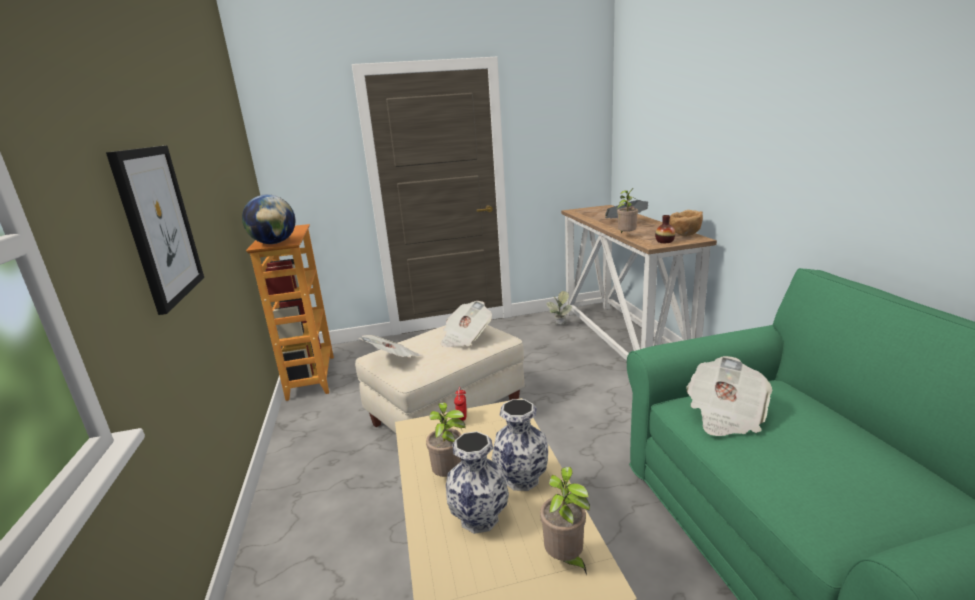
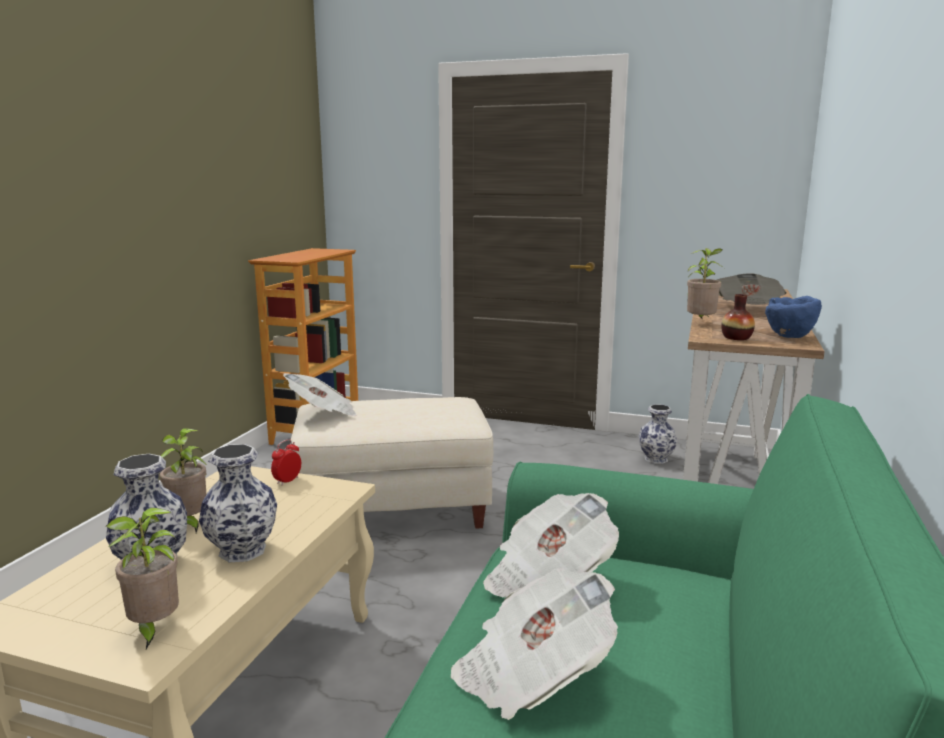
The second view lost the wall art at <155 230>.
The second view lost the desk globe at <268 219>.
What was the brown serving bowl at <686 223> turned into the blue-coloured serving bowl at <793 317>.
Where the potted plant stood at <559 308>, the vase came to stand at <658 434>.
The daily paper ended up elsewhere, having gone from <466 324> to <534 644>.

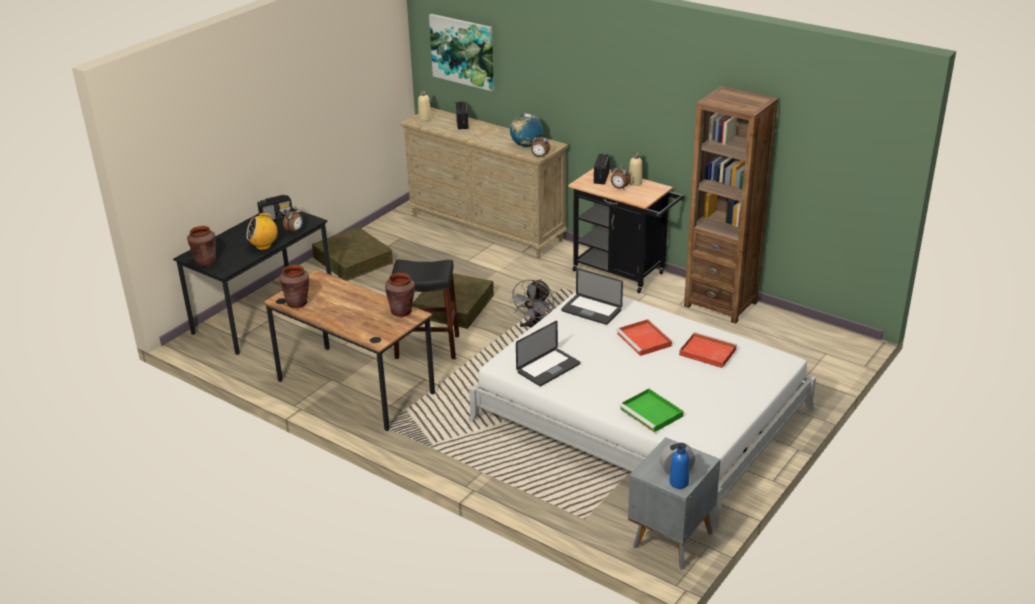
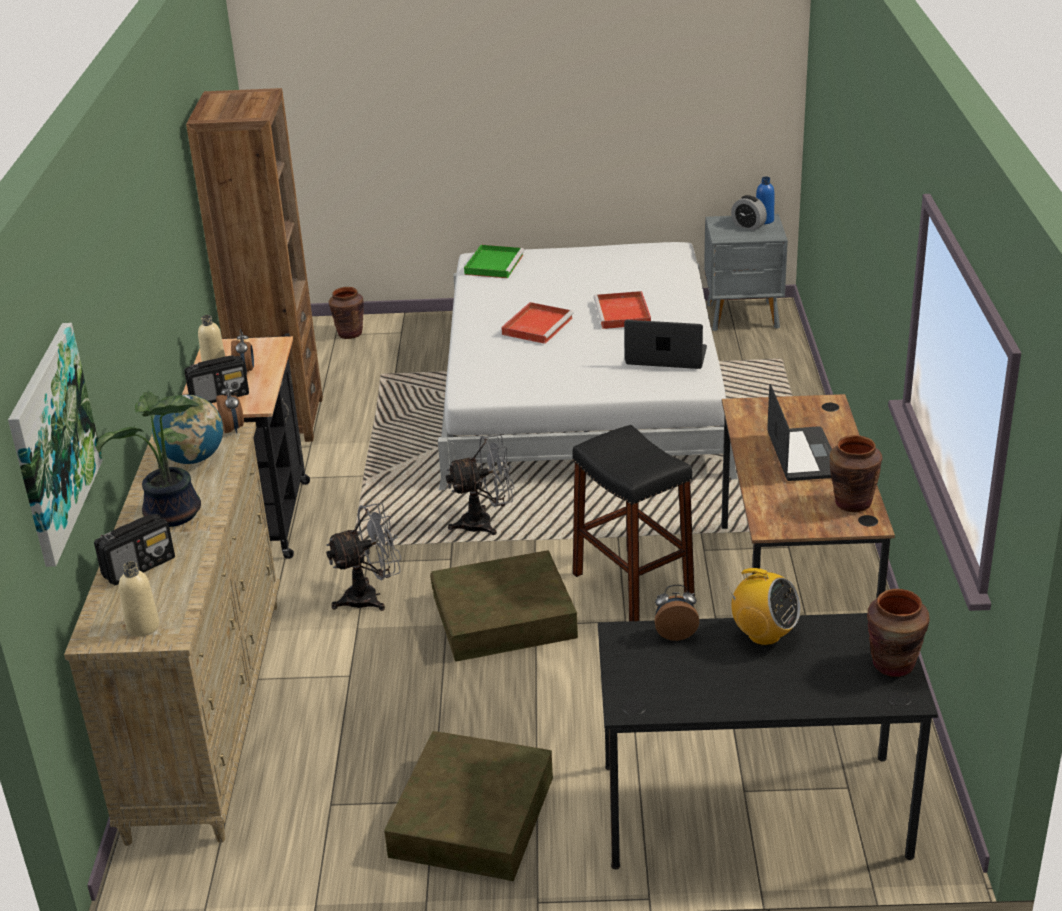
The second view lost the radio at <275 208>.
The notebook computer ended up elsewhere, having gone from <592 296> to <799 432>.
The brown vase ended up elsewhere, having gone from <400 295> to <346 313>.
The red-coloured serving tray ended up elsewhere, having gone from <708 350> to <622 310>.
The greenish serving tray ended up elsewhere, having gone from <651 410> to <494 261>.
The second view gained the potted plant at <148 459>.
The second view gained the gray cooling fan at <364 557>.

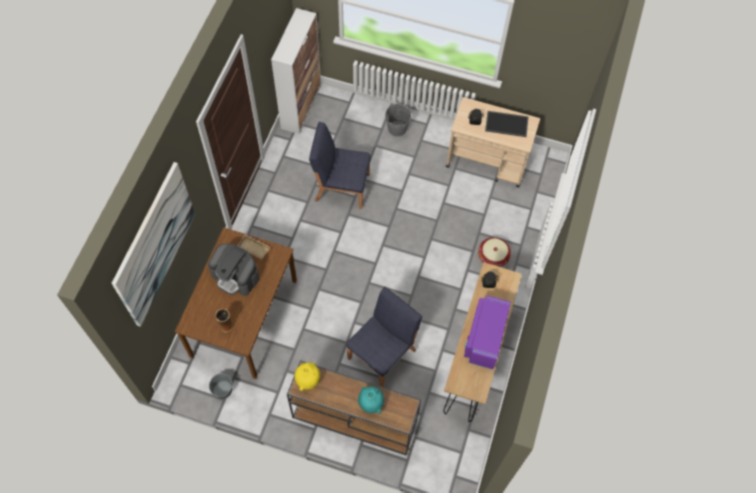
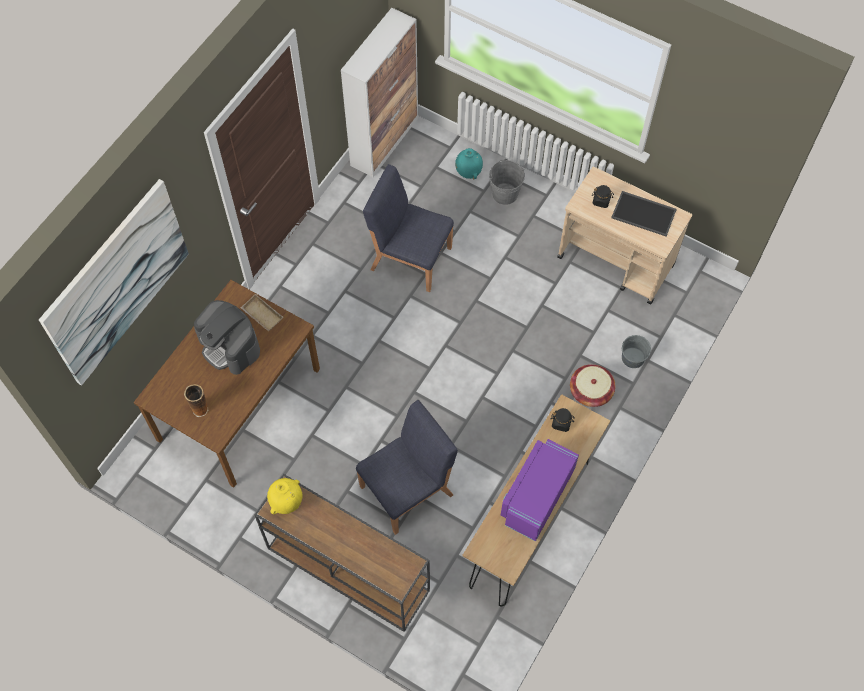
The gray pail ended up elsewhere, having gone from <220 386> to <636 351>.
The turquoise vase ended up elsewhere, having gone from <371 400> to <469 163>.

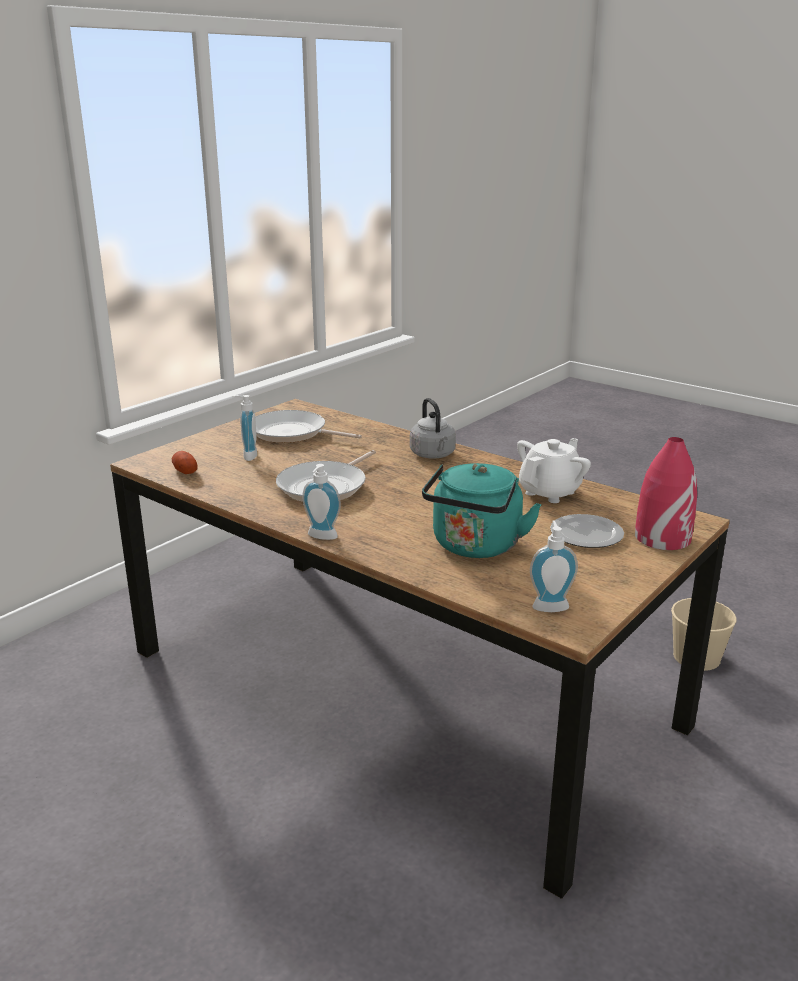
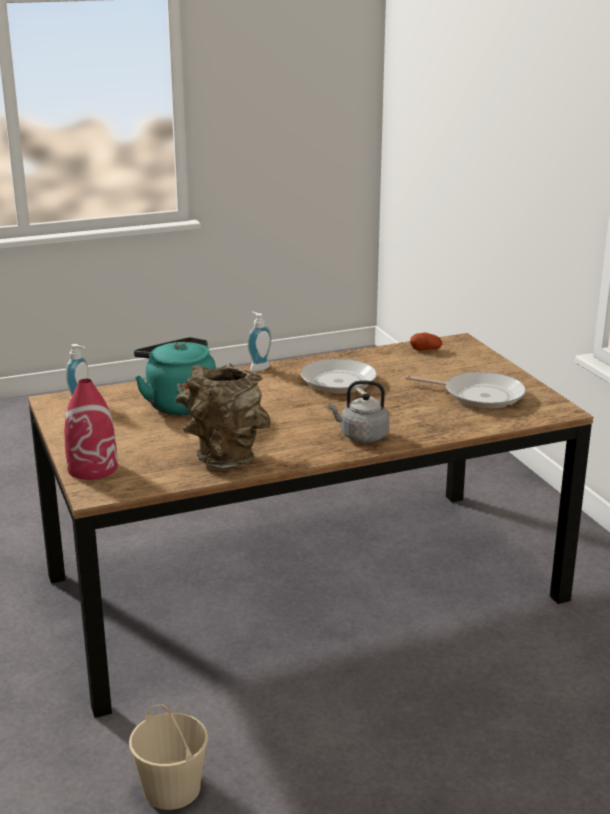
The second view lost the soap dispenser at <245 428>.
The frying pan at <308 426> ended up facing another way, 60 degrees clockwise from before.
Where the white teapot stood at <554 470>, the brown vase came to stand at <222 415>.
The second view lost the plate at <587 531>.

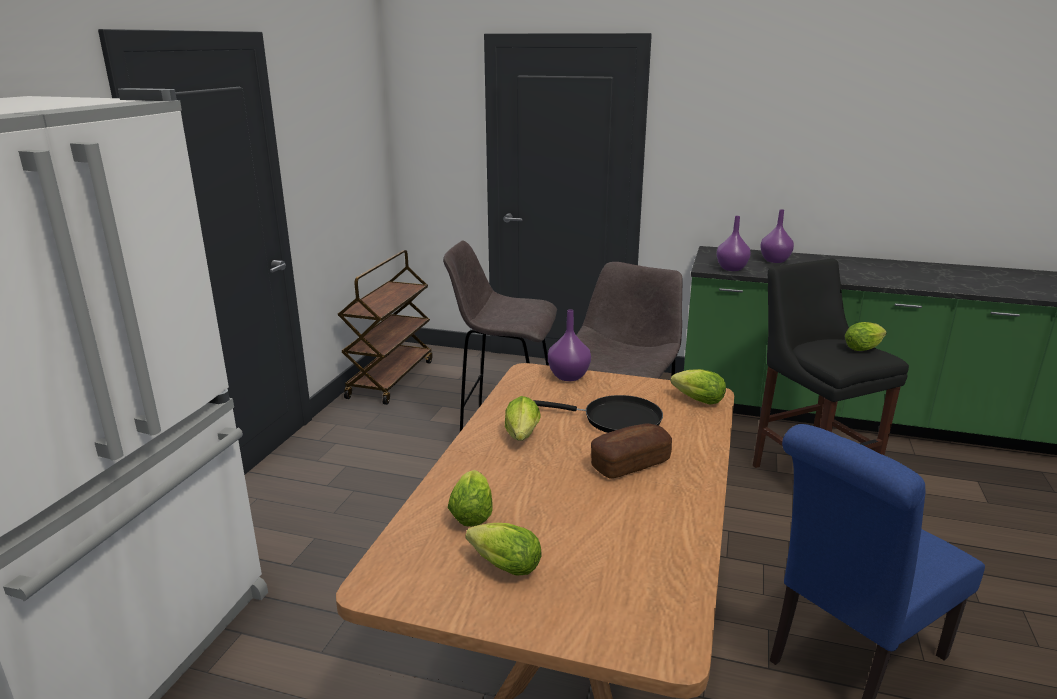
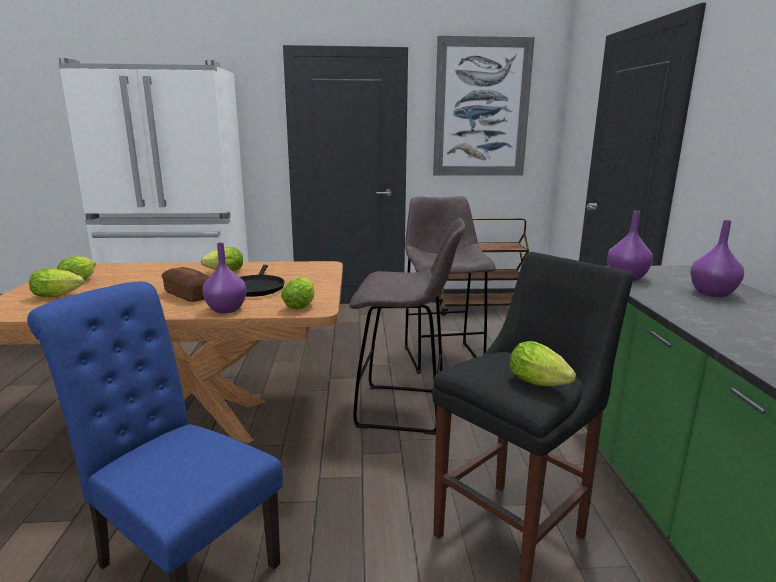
The purple vase ended up elsewhere, having gone from <569 345> to <224 278>.
The lettuce head ended up elsewhere, having gone from <470 498> to <56 282>.
The second view gained the wall art at <484 106>.

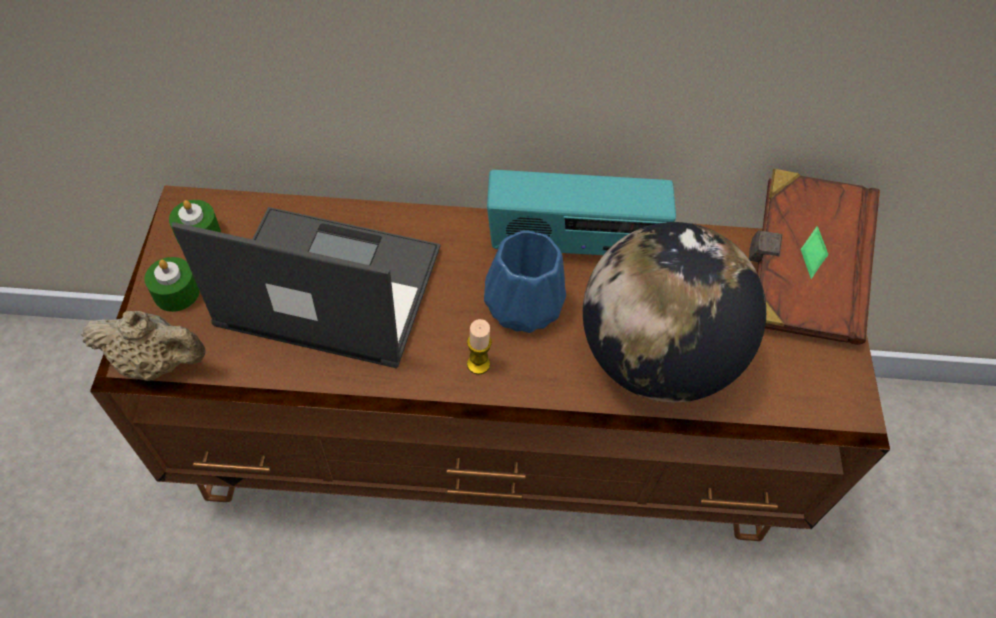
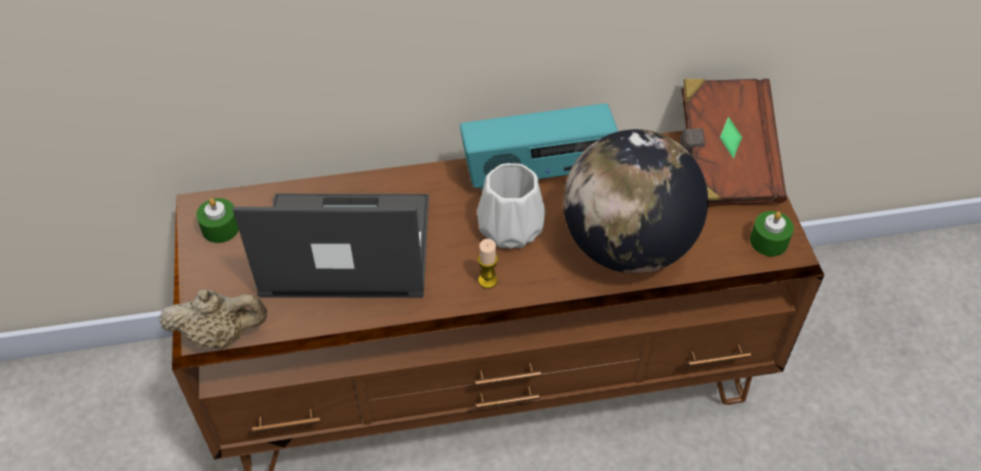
What was the blue-coloured vase at <525 281> turned into the white vase at <511 206>.
The greenish wax candle ended up elsewhere, having gone from <172 284> to <772 233>.

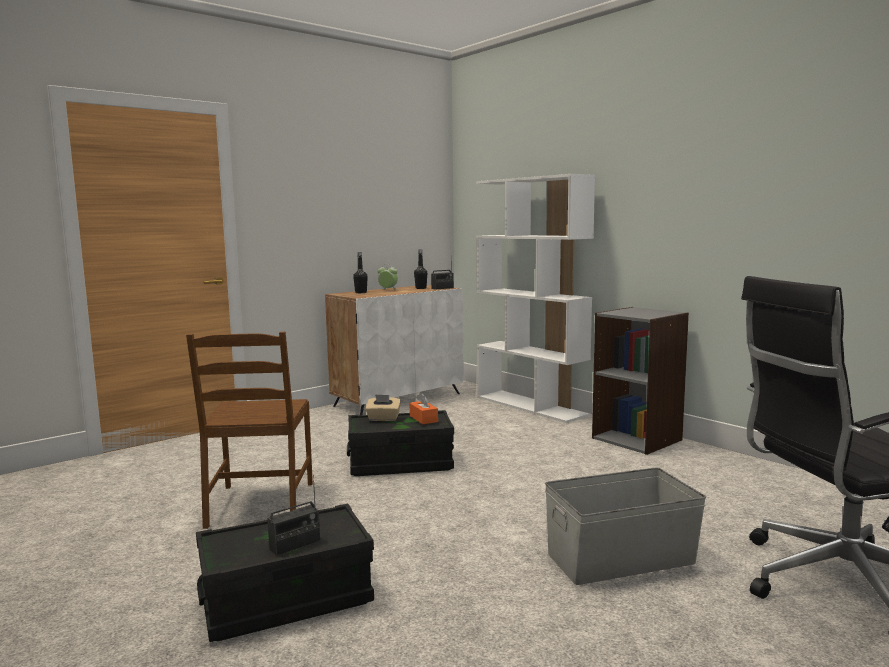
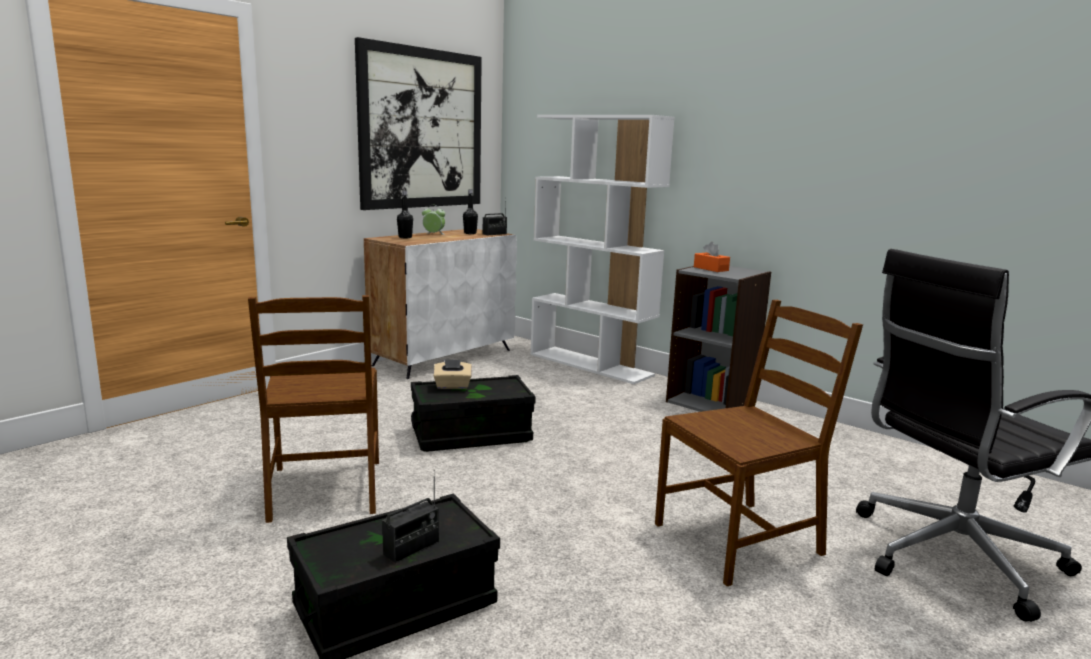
The orange tissue box ended up elsewhere, having gone from <424 408> to <712 257>.
Where the gray storage container stood at <625 526>, the brown chair came to stand at <759 443>.
The second view gained the wall art at <418 123>.

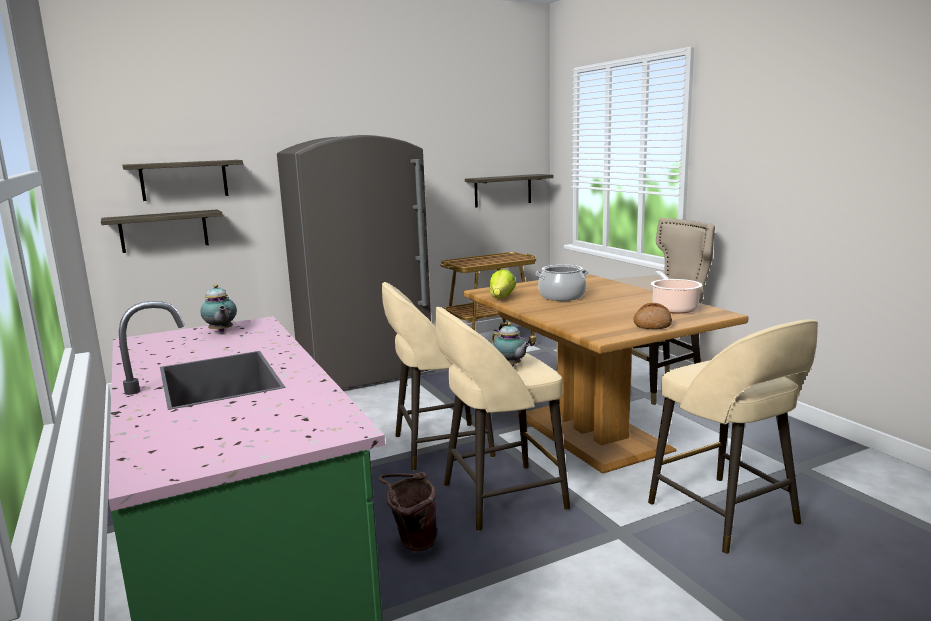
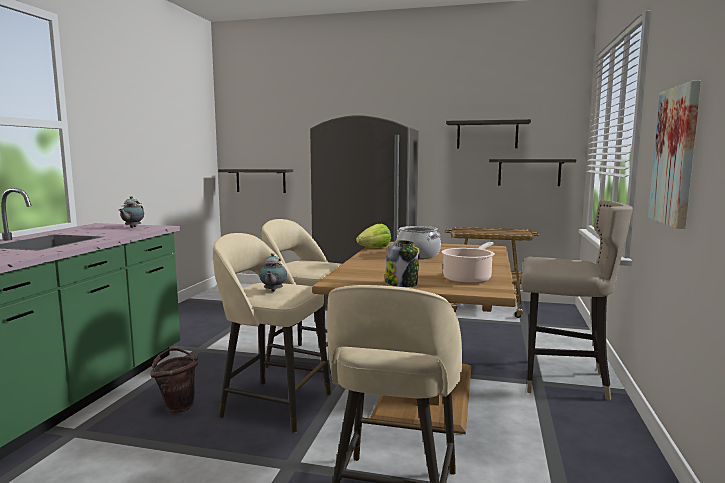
The bracket shelf ended up elsewhere, having gone from <182 180> to <488 134>.
Where the bread stood at <652 316>, the storage jar came to stand at <402 263>.
The second view gained the wall art at <674 155>.

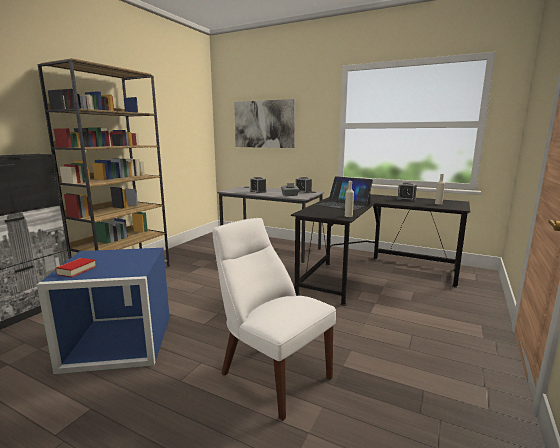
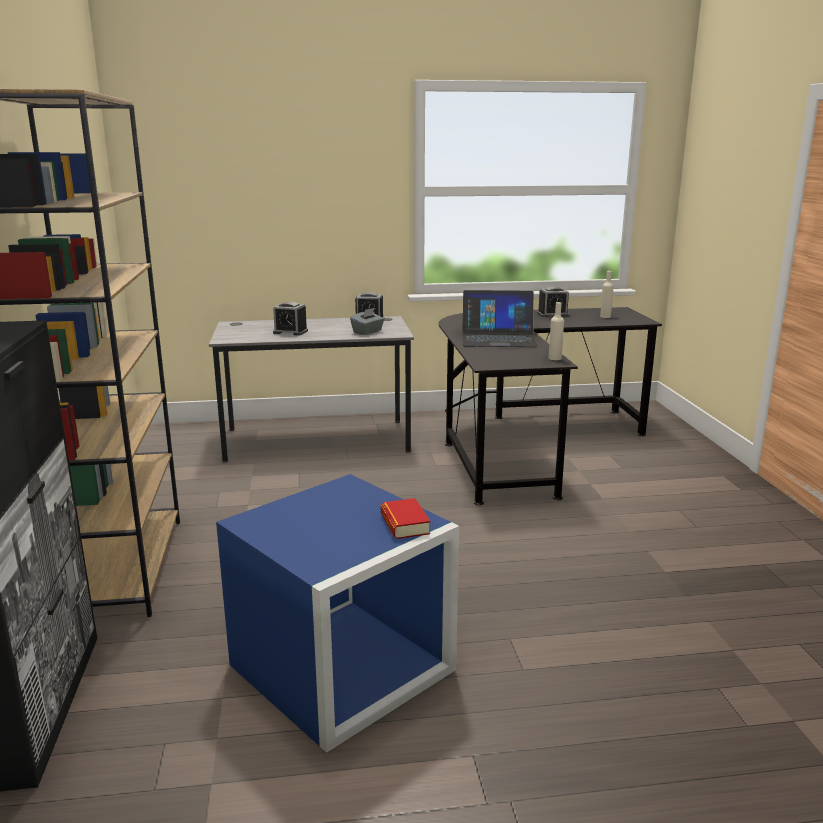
The second view lost the wall art at <264 123>.
The second view lost the white chair at <274 319>.
The volume ended up elsewhere, having gone from <75 267> to <405 518>.

